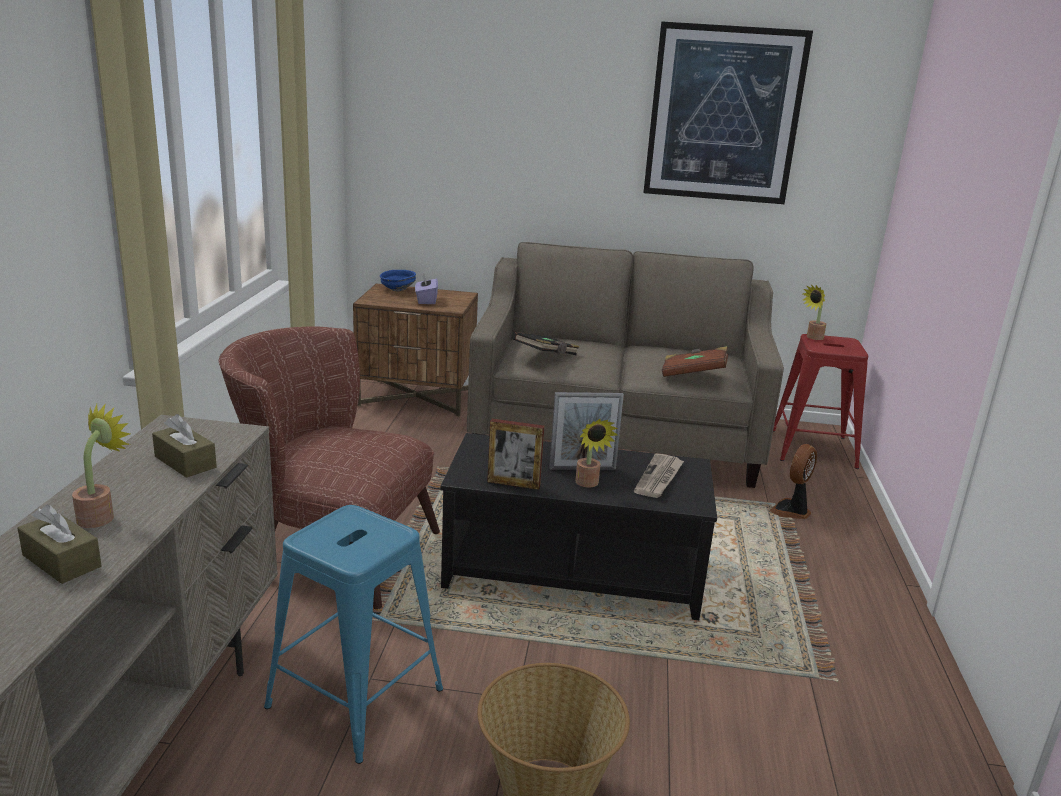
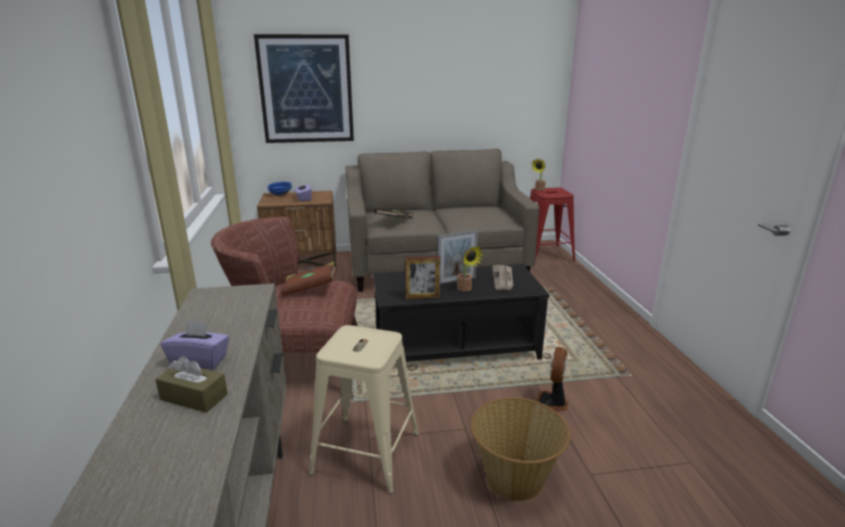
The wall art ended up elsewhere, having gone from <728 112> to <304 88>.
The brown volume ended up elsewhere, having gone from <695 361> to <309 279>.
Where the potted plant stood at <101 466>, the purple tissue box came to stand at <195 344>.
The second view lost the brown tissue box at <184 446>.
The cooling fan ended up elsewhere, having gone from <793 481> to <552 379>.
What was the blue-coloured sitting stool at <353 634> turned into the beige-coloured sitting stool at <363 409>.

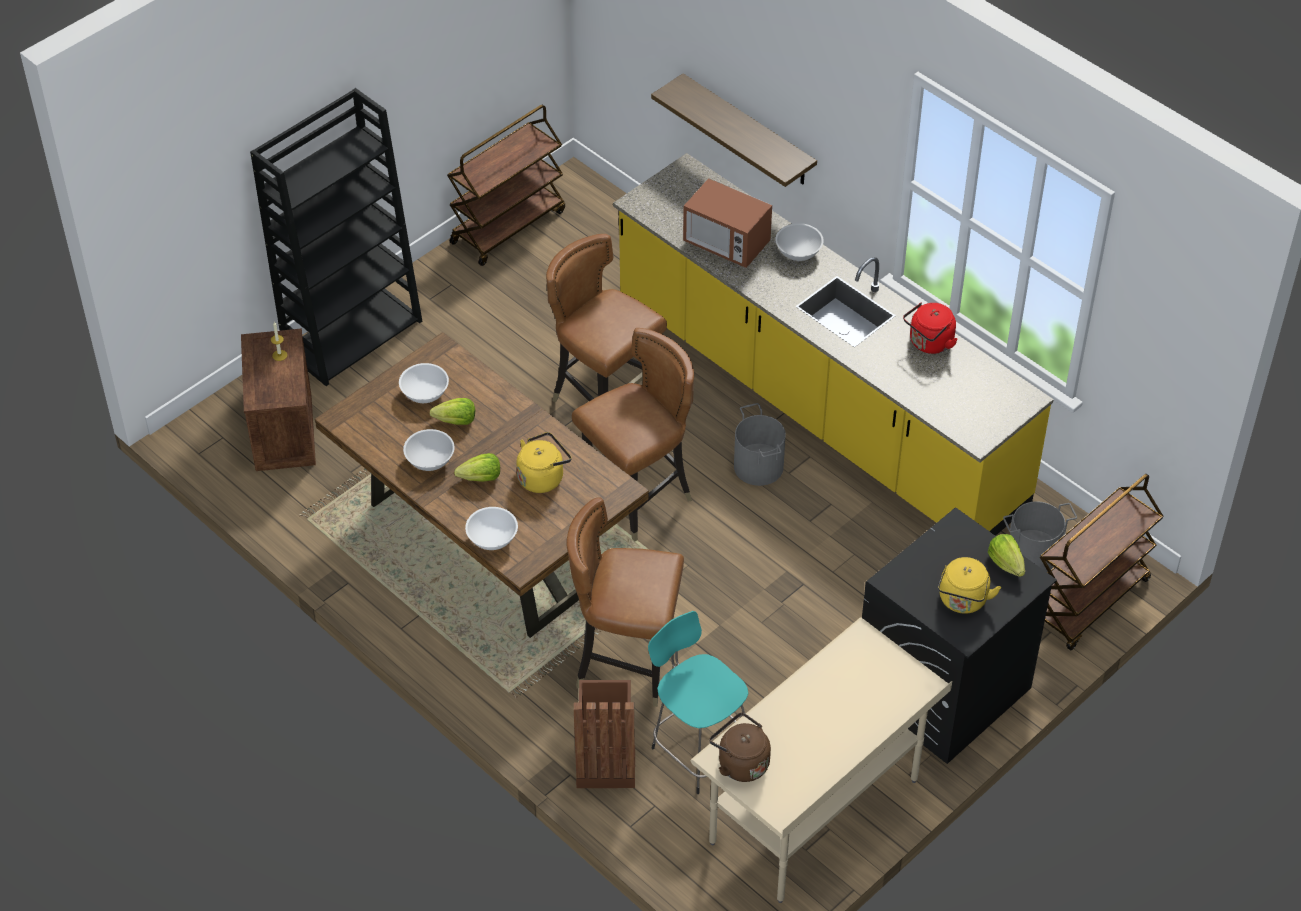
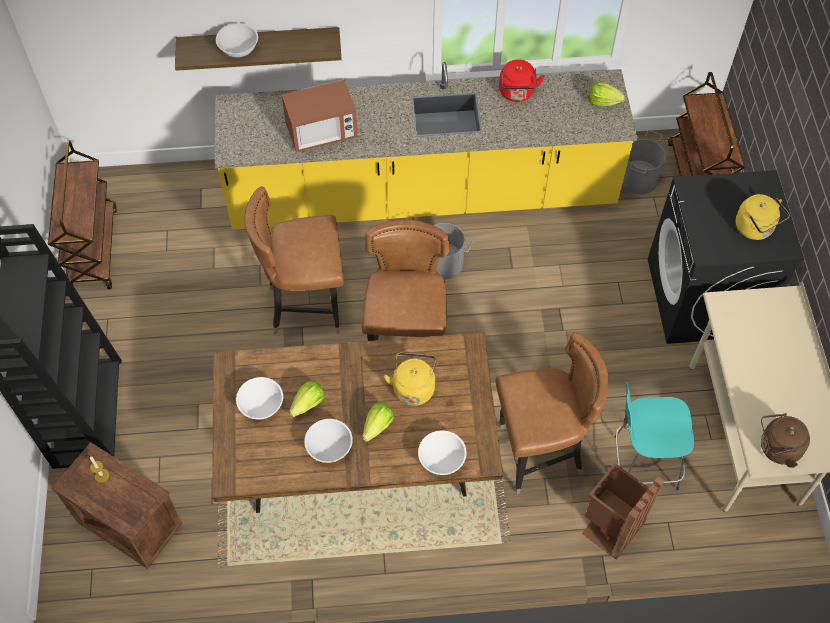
The white serving bowl ended up elsewhere, having gone from <800 242> to <237 40>.
The brown chair at <625 602> ended up facing another way, 150 degrees counterclockwise from before.
The lettuce head ended up elsewhere, having gone from <1006 555> to <606 94>.

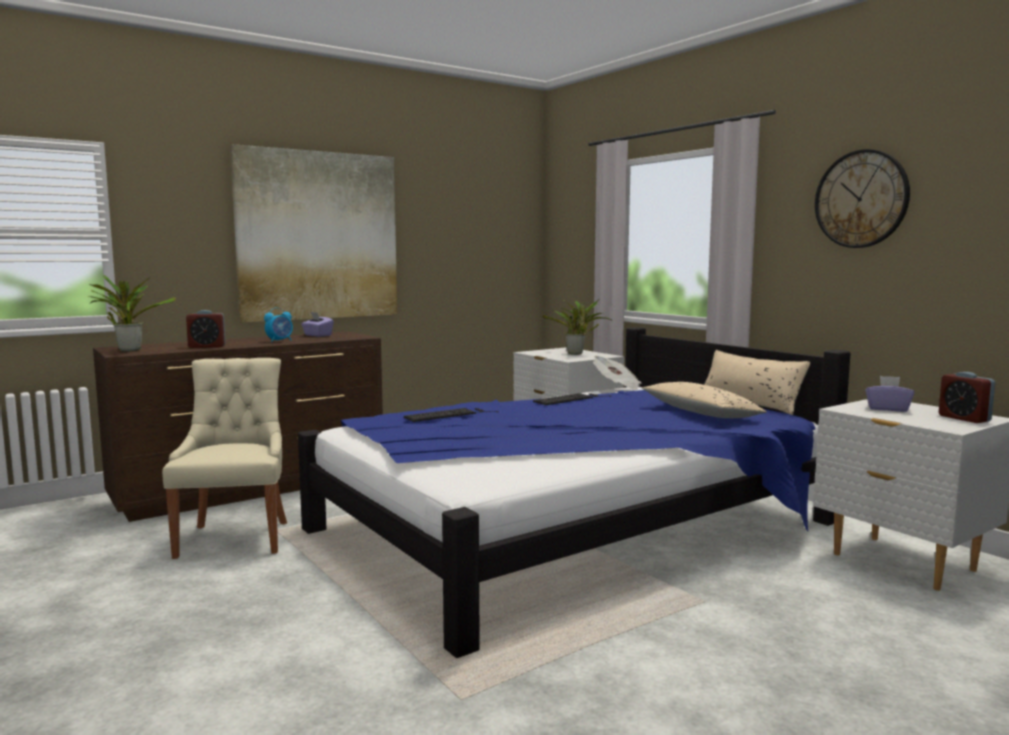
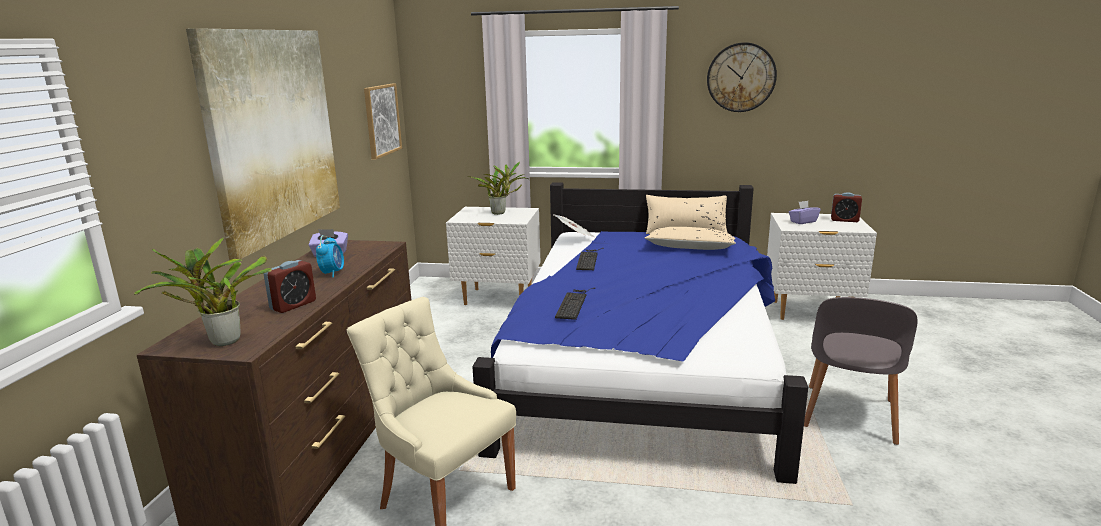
The second view gained the wall art at <383 121>.
The second view gained the gray chair at <861 371>.

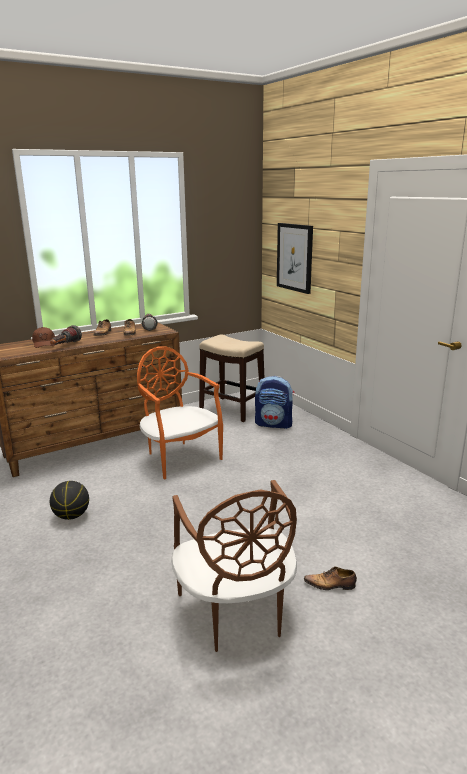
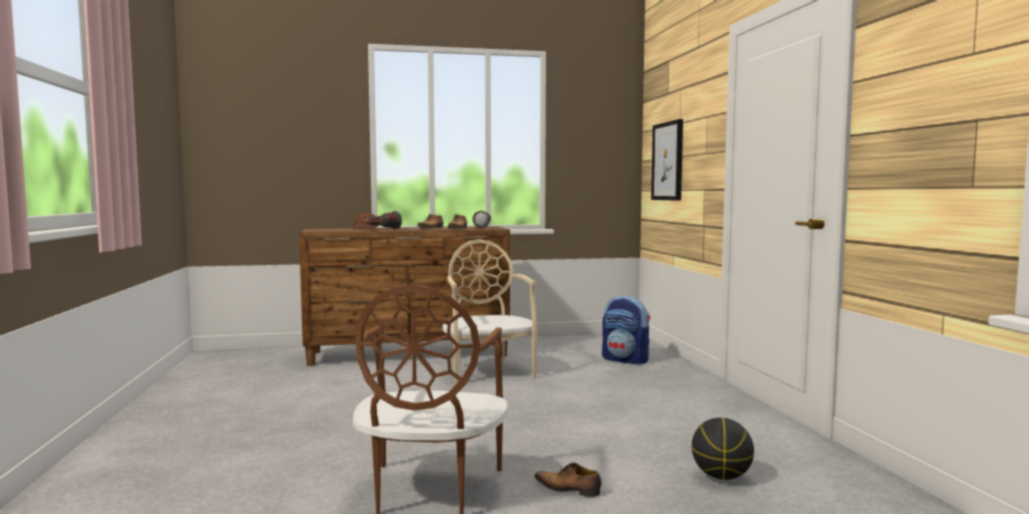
The second view lost the sitting stool at <231 378>.
What was the orange chair at <180 413> turned into the beige-coloured chair at <490 312>.
The ball for basketball ended up elsewhere, having gone from <69 500> to <723 449>.

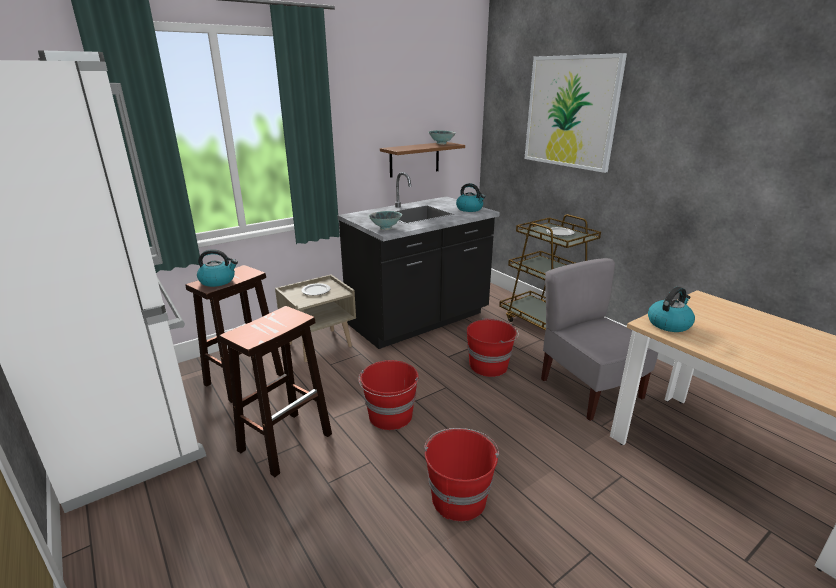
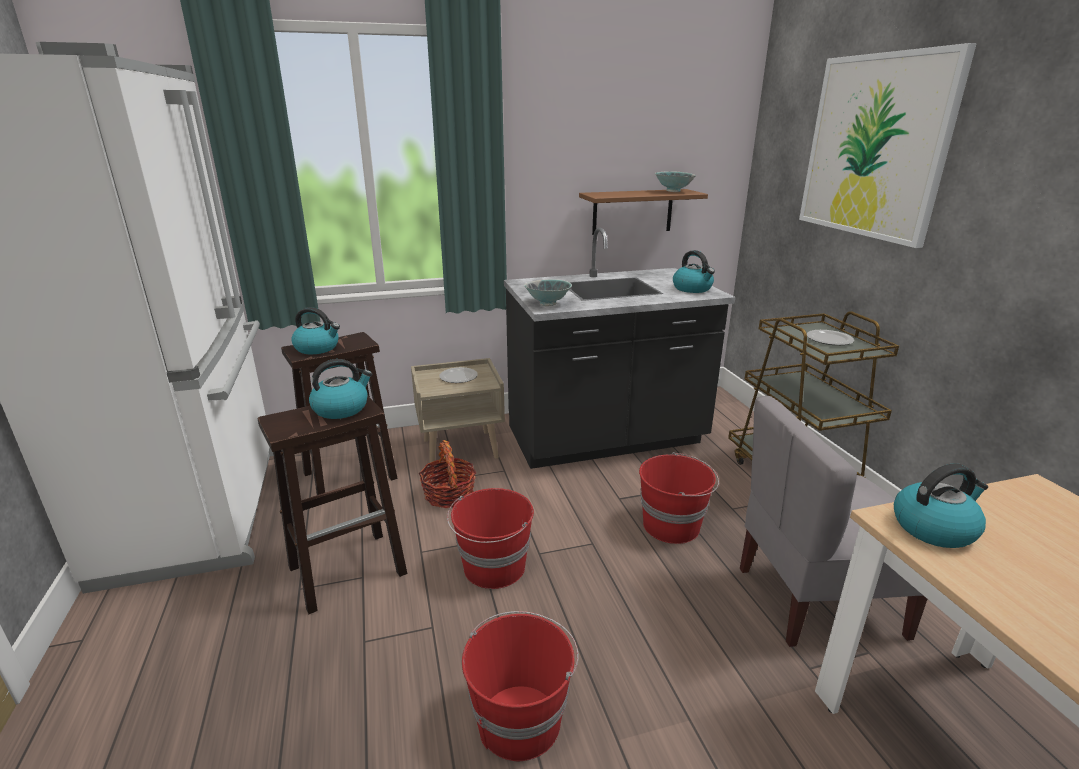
The gray chair at <599 339> ended up facing another way, 90 degrees counterclockwise from before.
The second view gained the water kettle at <340 389>.
The second view gained the storage basket at <447 474>.

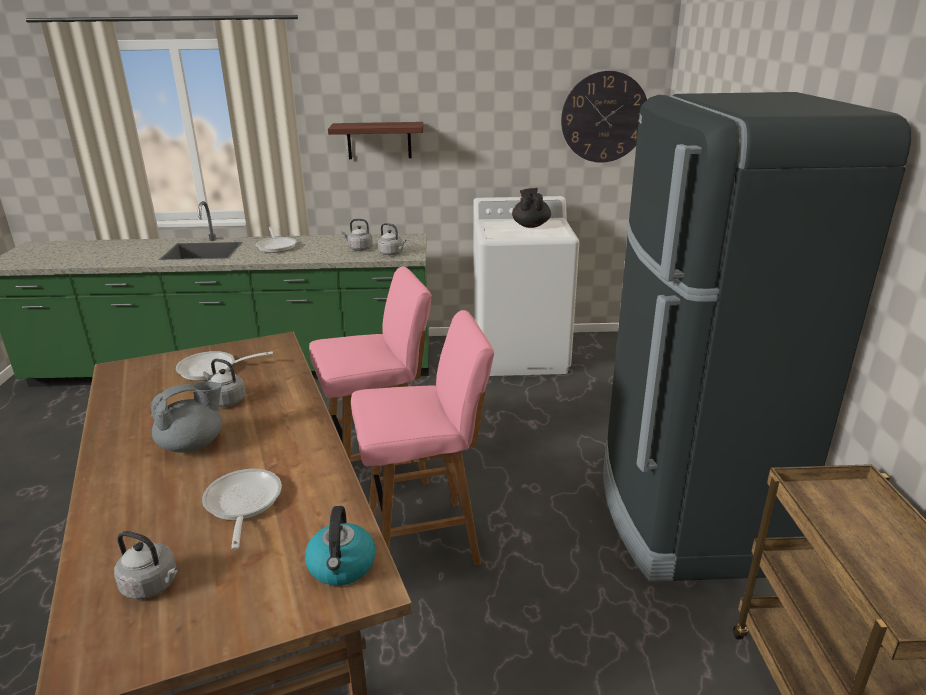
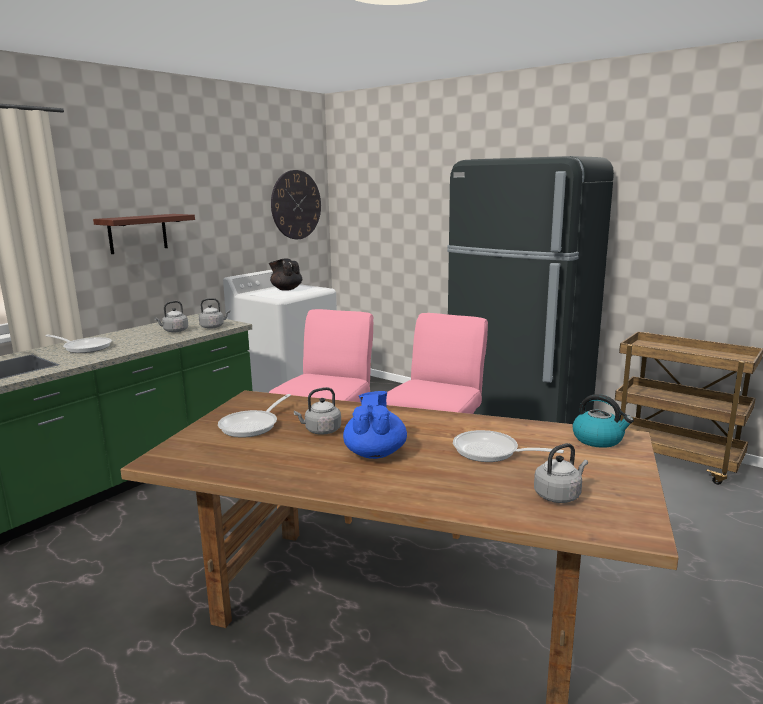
What was the gray teapot at <186 417> turned into the blue-coloured teapot at <375 425>.

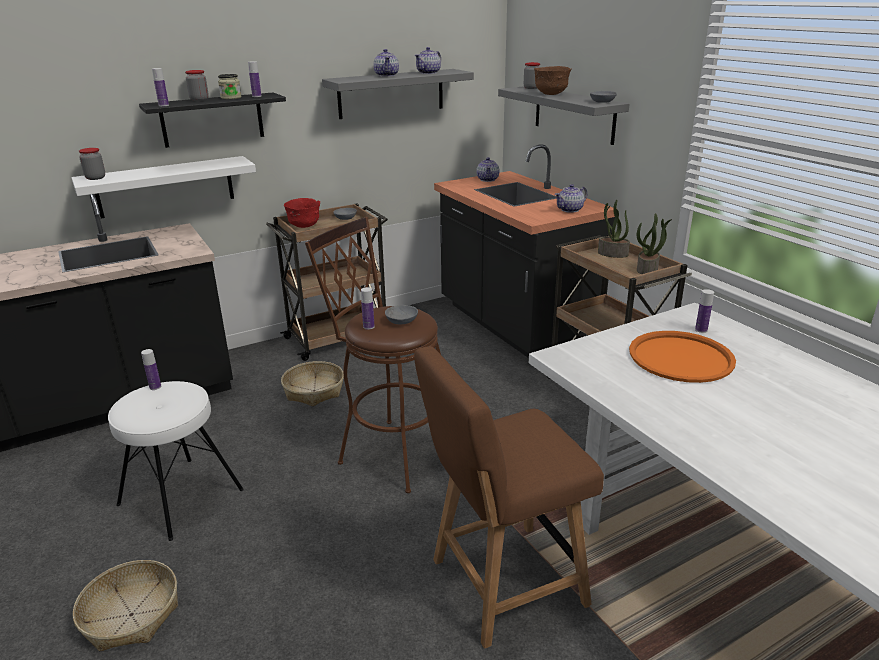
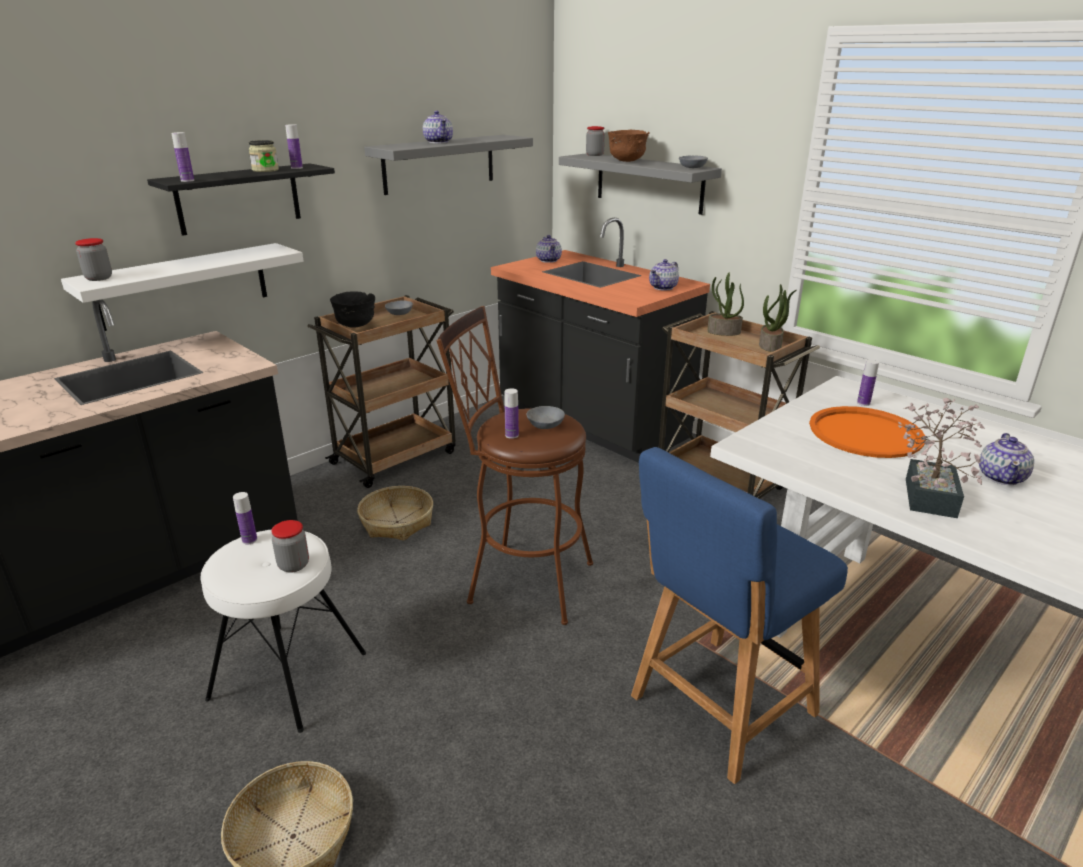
The teapot ended up elsewhere, having gone from <428 60> to <1006 459>.
The storage jar ended up elsewhere, having gone from <197 85> to <290 546>.
What was the red-coloured serving bowl at <302 213> turned into the blackish serving bowl at <352 309>.
What was the brown chair at <509 497> turned into the blue-coloured chair at <739 615>.
The second view gained the potted plant at <941 458>.

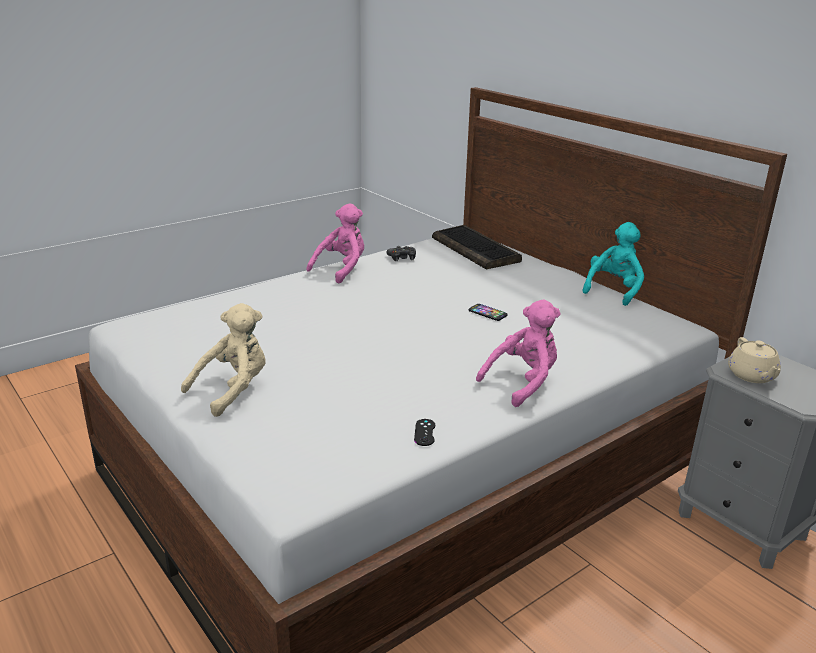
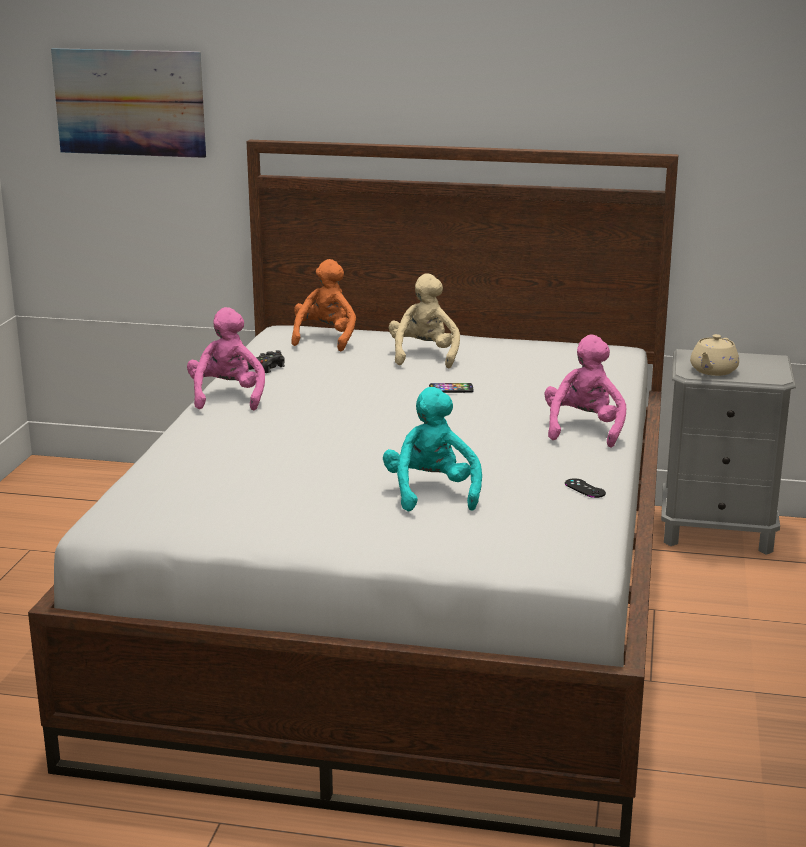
The turquoise cuddly toy ended up elsewhere, having gone from <613 264> to <432 449>.
Where the computer keyboard stood at <477 247>, the orange cuddly toy came to stand at <323 305>.
The beige-coloured cuddly toy ended up elsewhere, having gone from <223 360> to <424 320>.
The beige-coloured teapot at <754 360> ended up facing another way, 75 degrees clockwise from before.
The second view gained the wall art at <128 103>.

